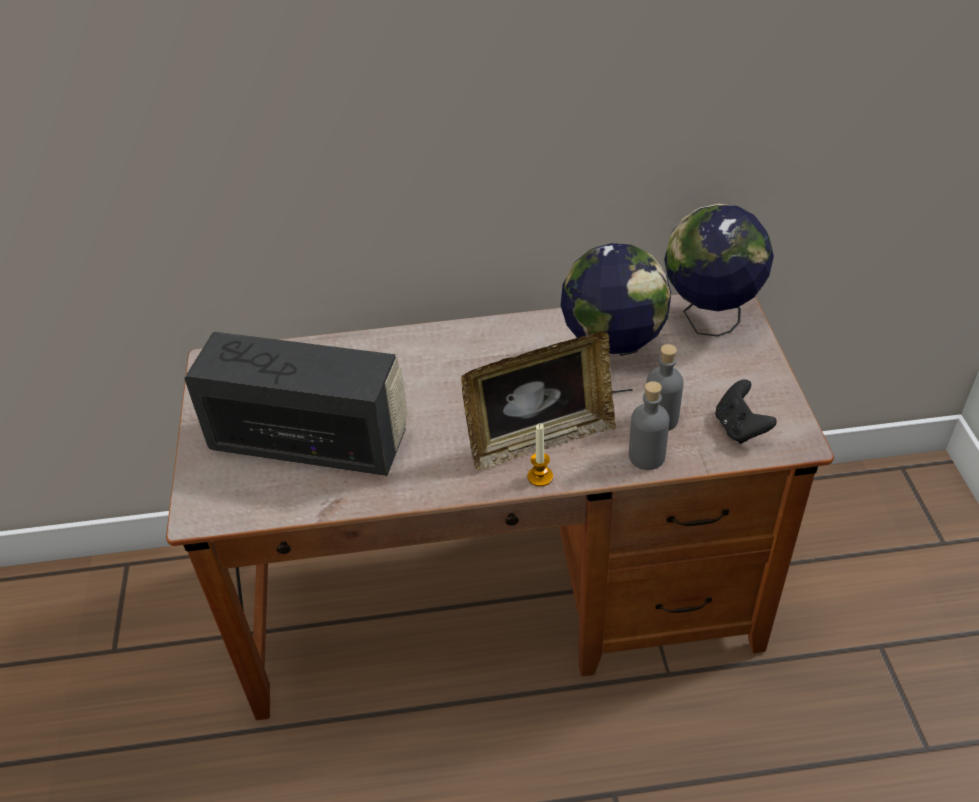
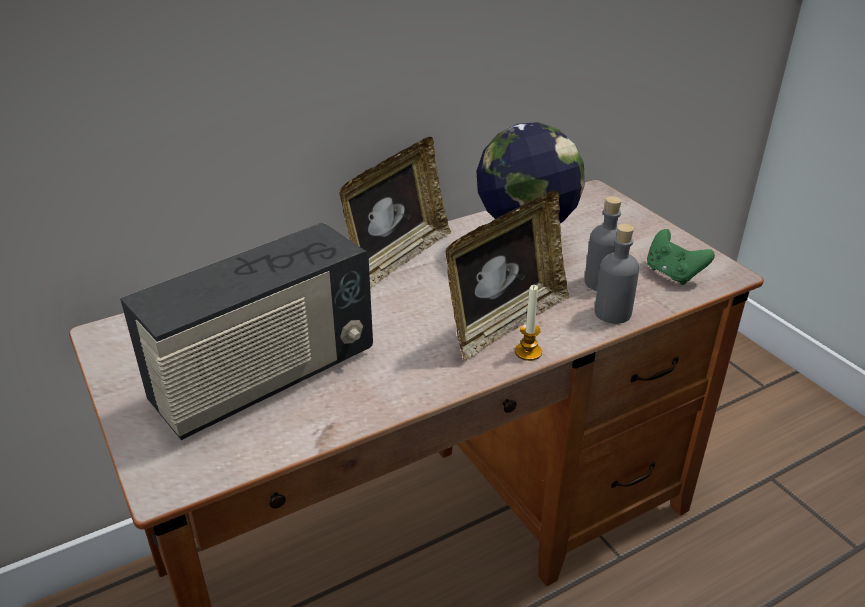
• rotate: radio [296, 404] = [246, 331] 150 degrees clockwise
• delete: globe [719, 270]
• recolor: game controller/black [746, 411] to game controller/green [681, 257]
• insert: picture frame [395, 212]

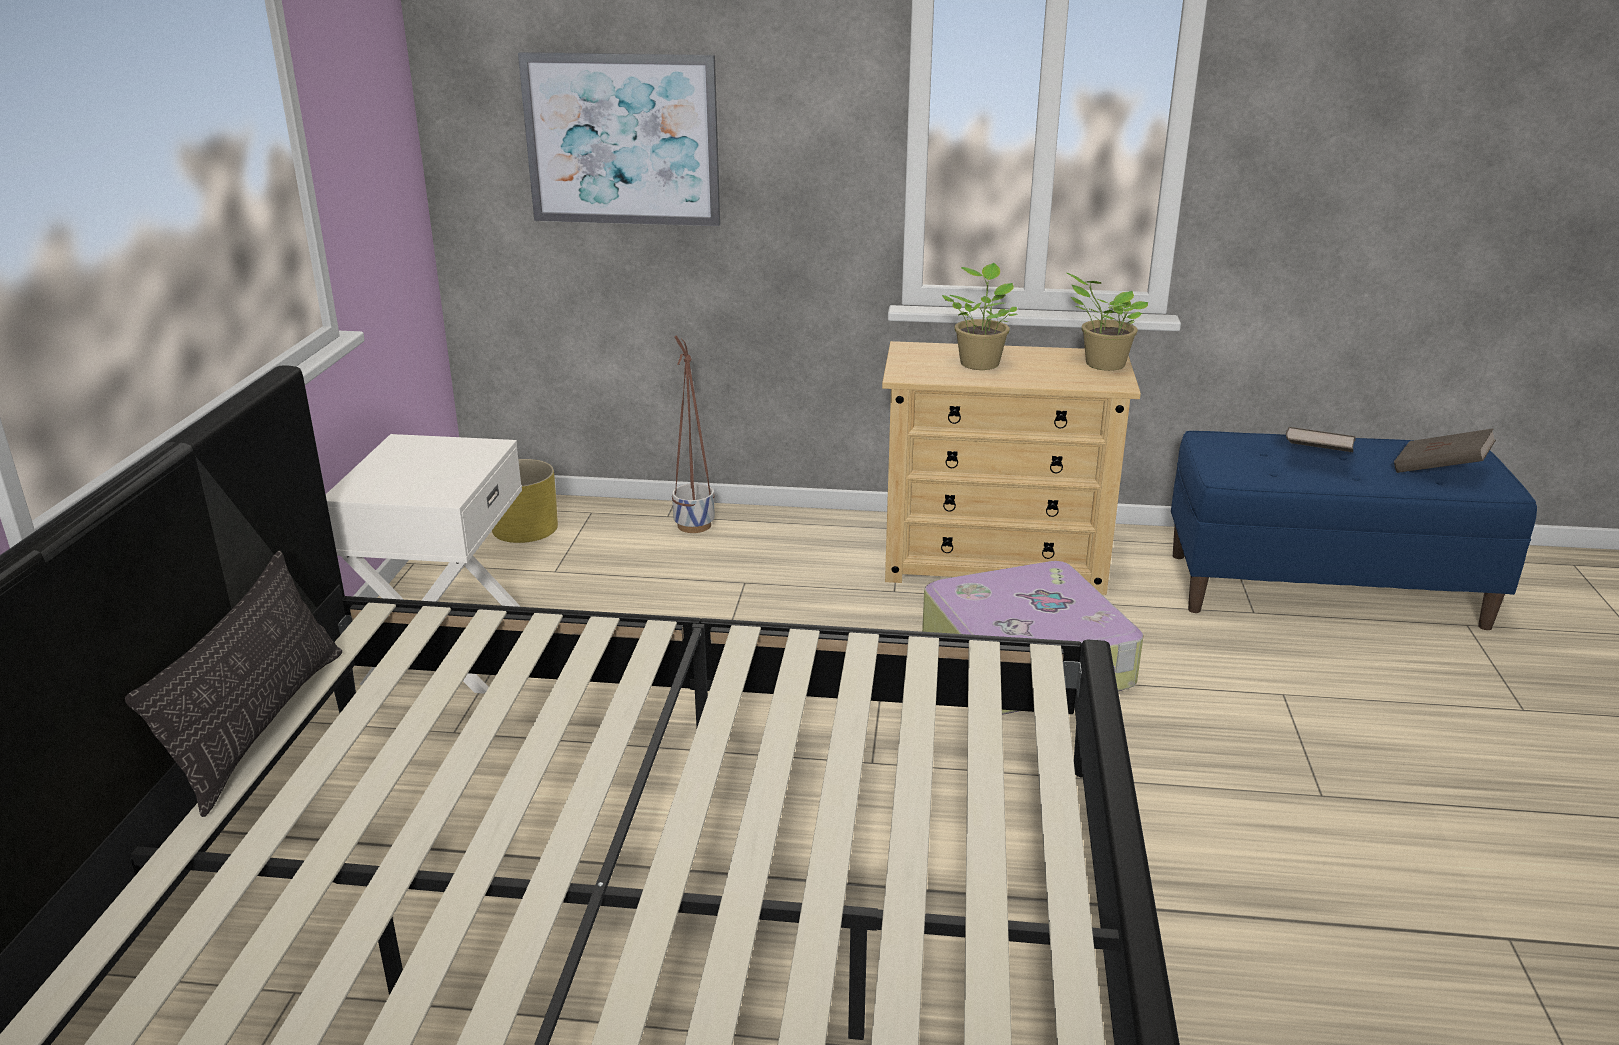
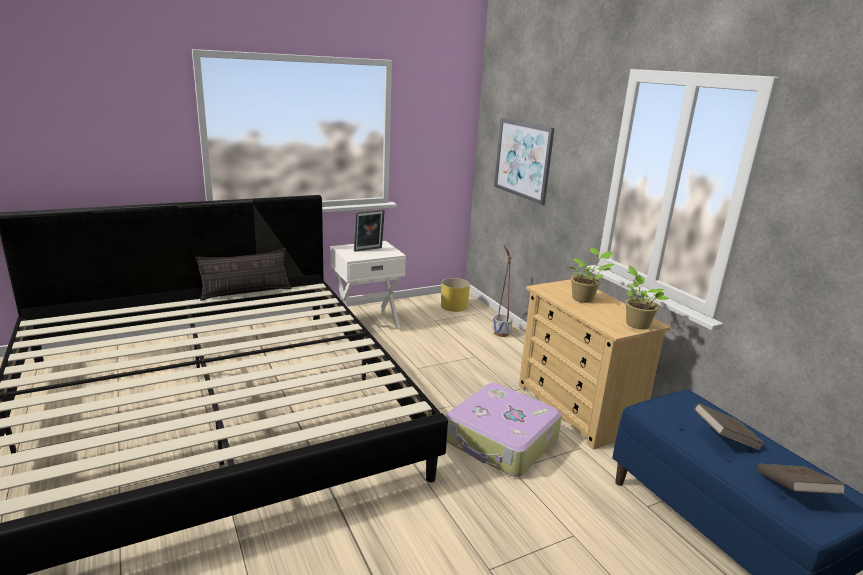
• insert: picture frame [369, 230]

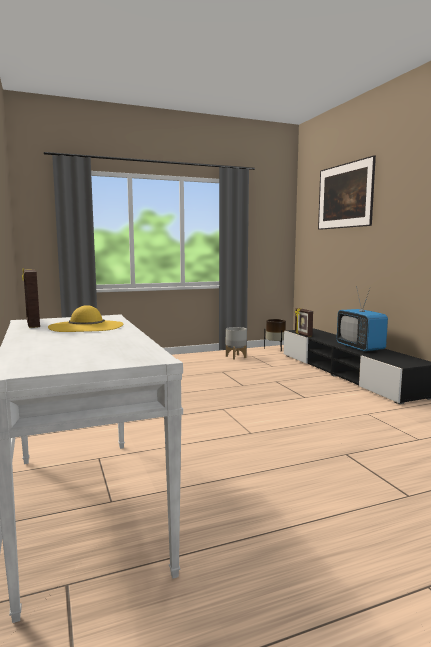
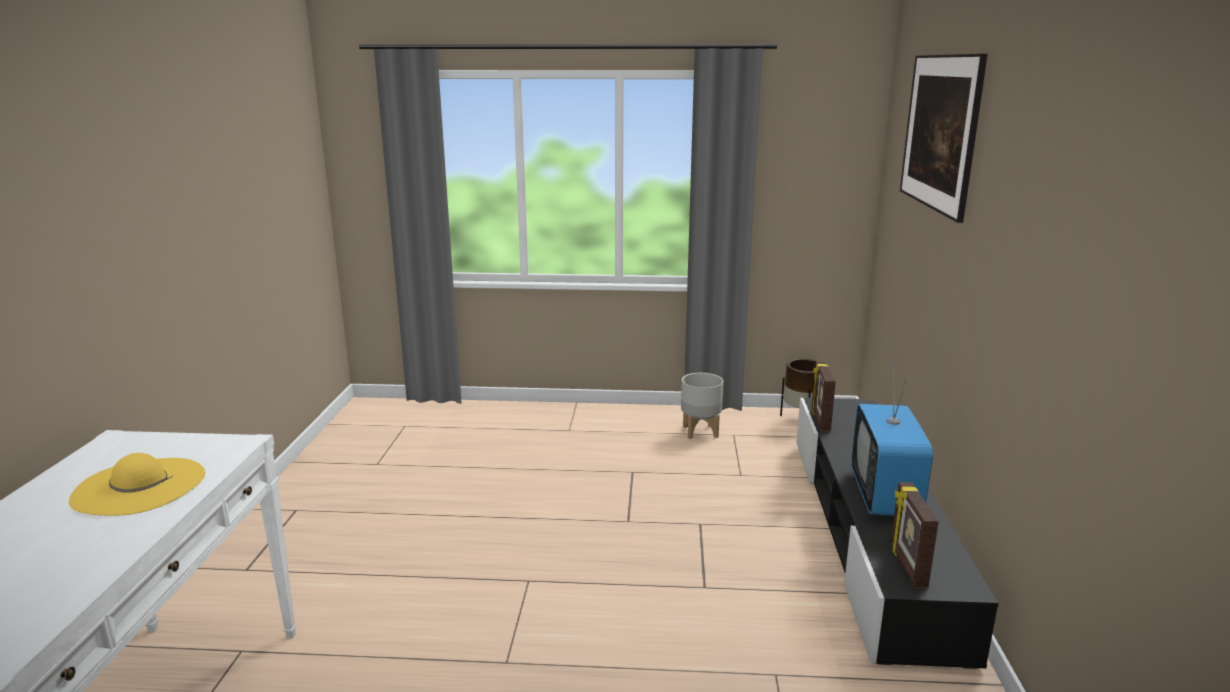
• move: picture frame [31, 298] to [914, 535]

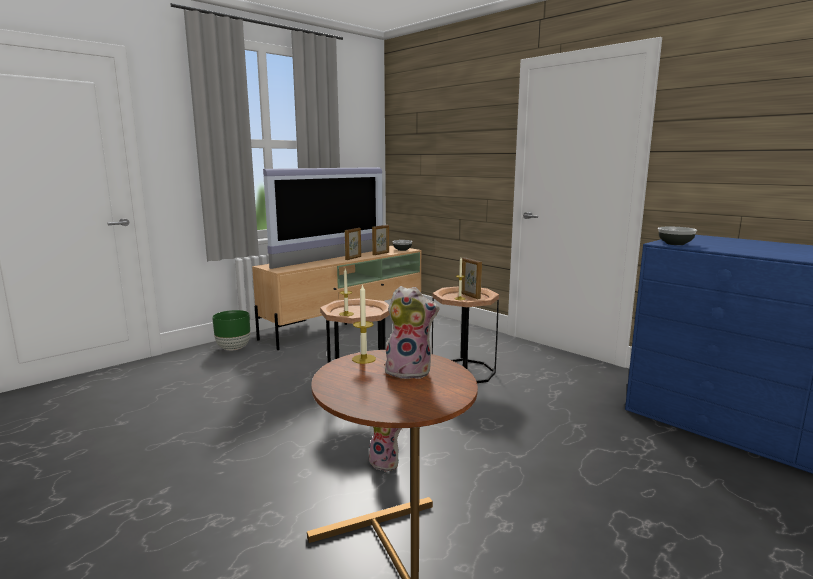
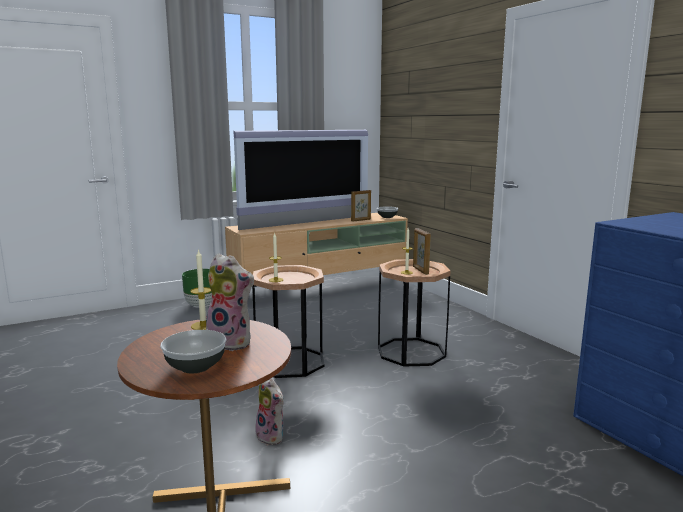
• delete: picture frame [353, 244]
• move: bowl [677, 236] to [193, 351]

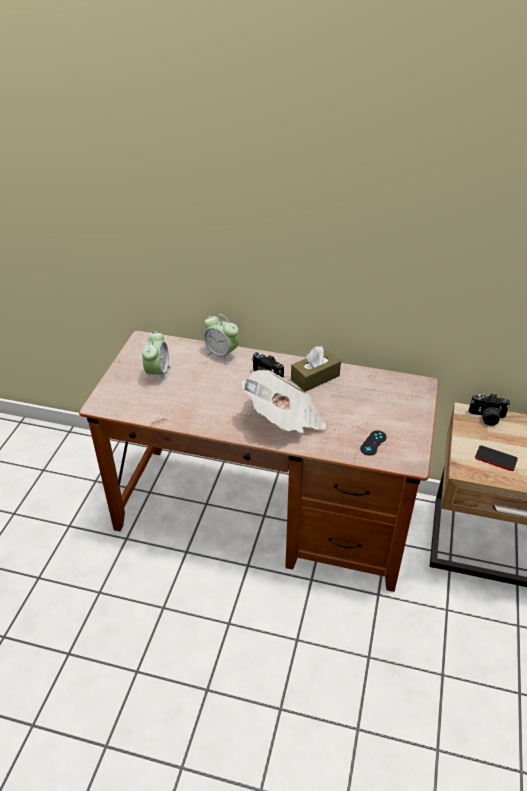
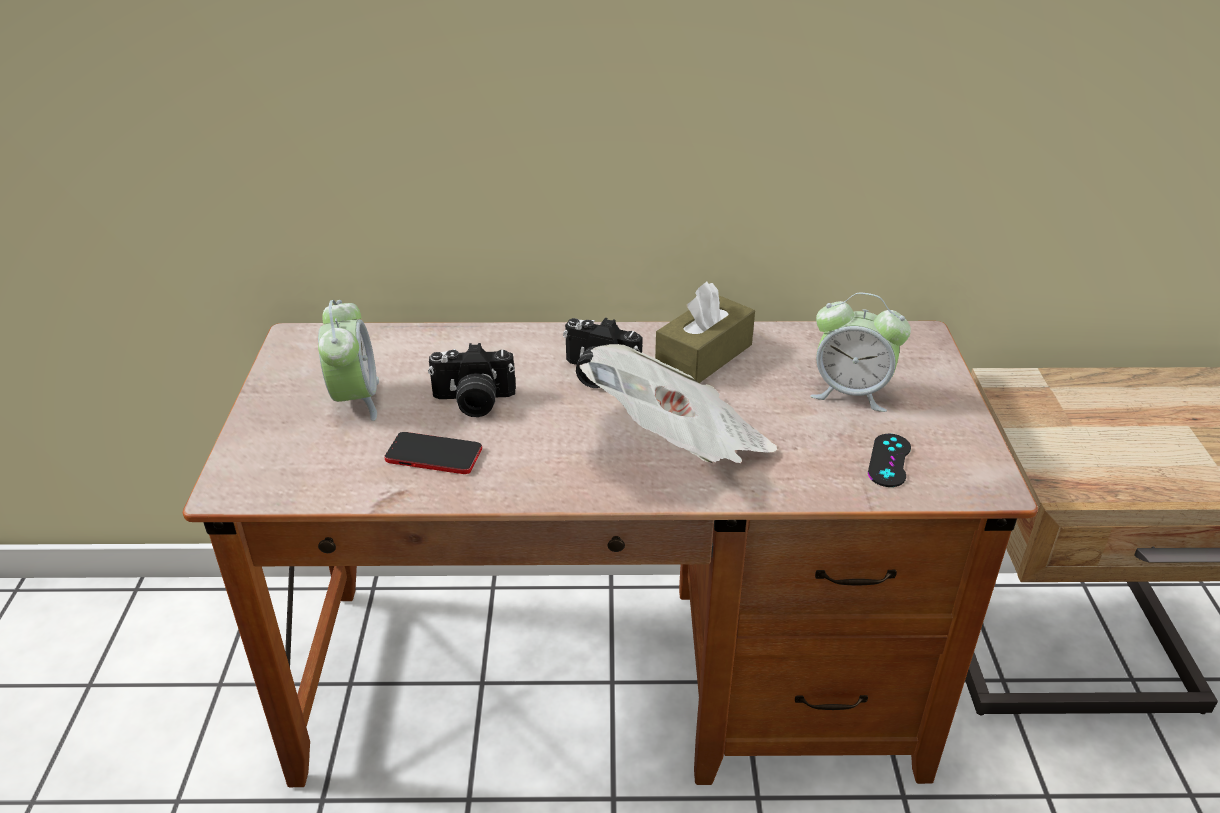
• move: alarm clock [221, 339] to [860, 352]
• move: photo camera [489, 409] to [472, 380]
• move: phone [496, 458] to [433, 453]

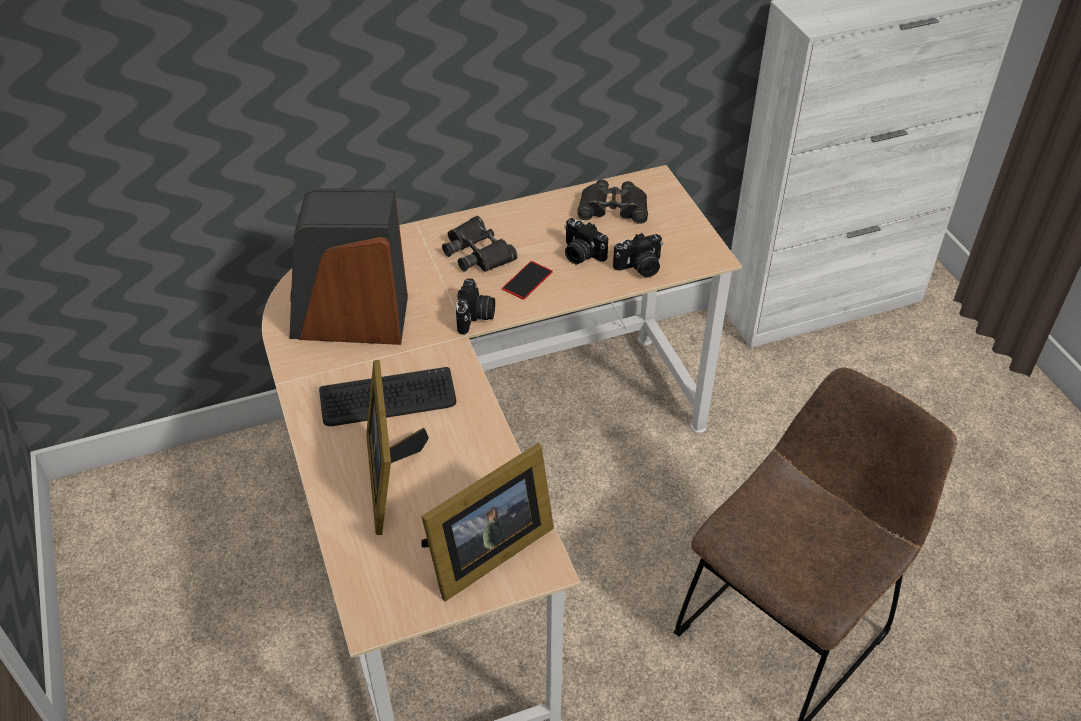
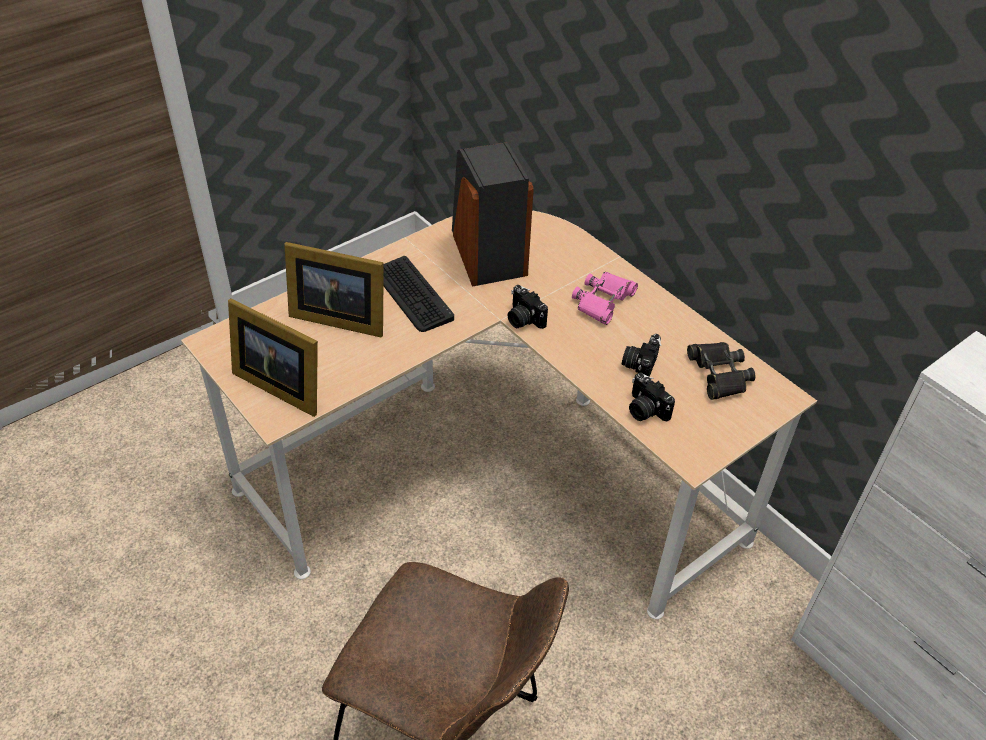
• rotate: picture frame [397, 447] = [334, 290] 135 degrees counterclockwise
• recolor: binoculars/black [479, 244] to binoculars/pink [605, 298]
• rotate: photo camera [475, 306] = [528, 307] 60 degrees clockwise
• delete: phone [527, 280]

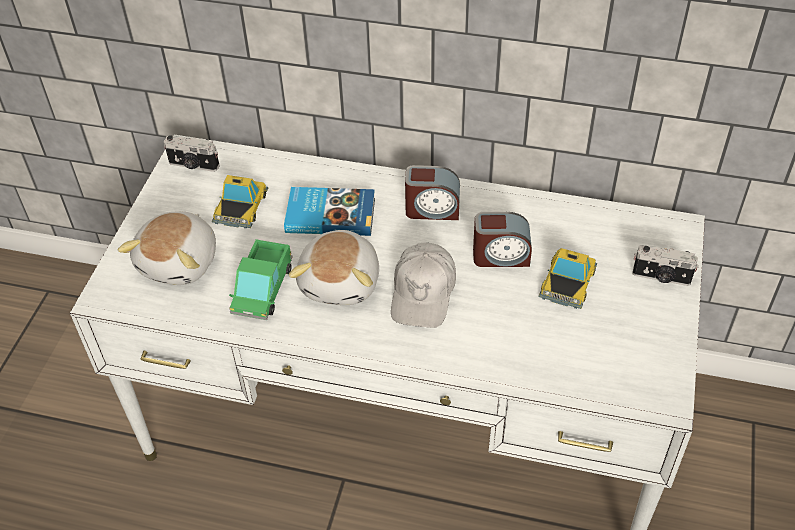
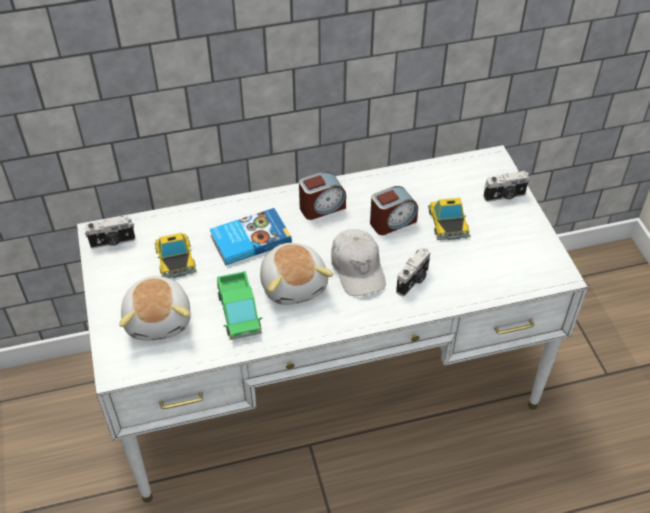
• insert: photo camera [413, 272]

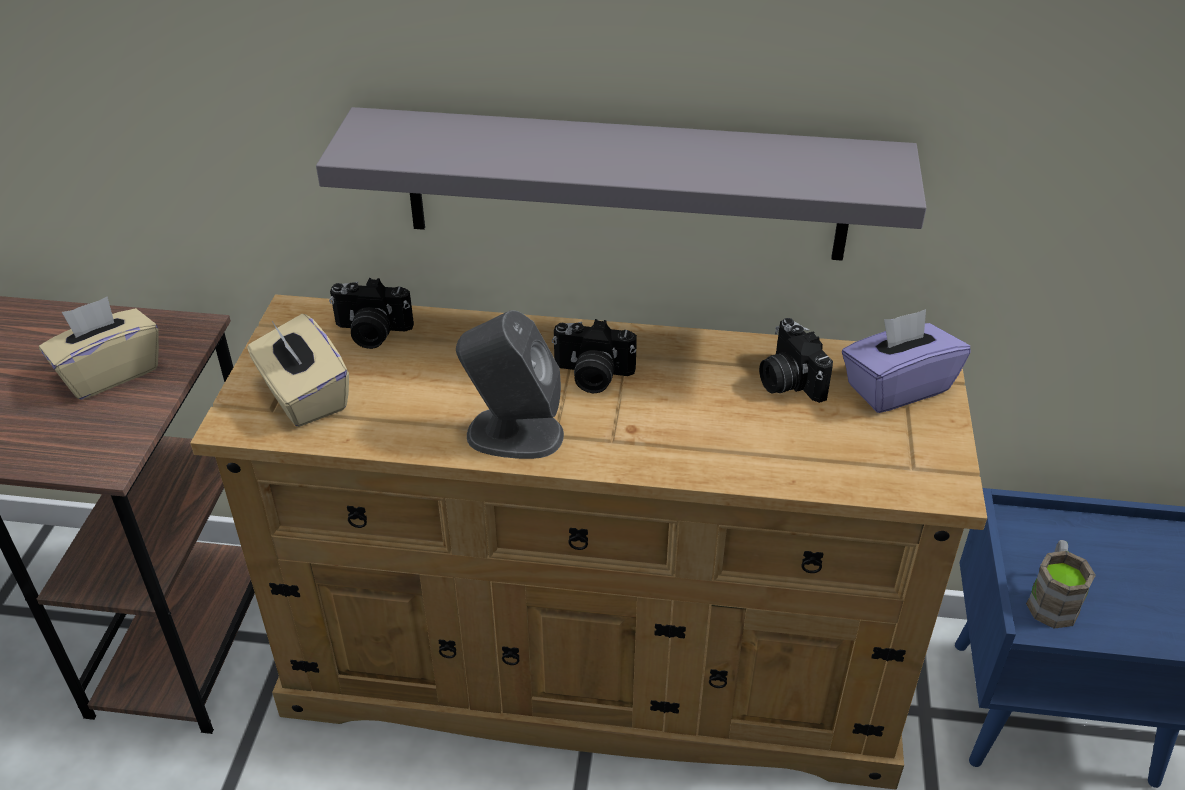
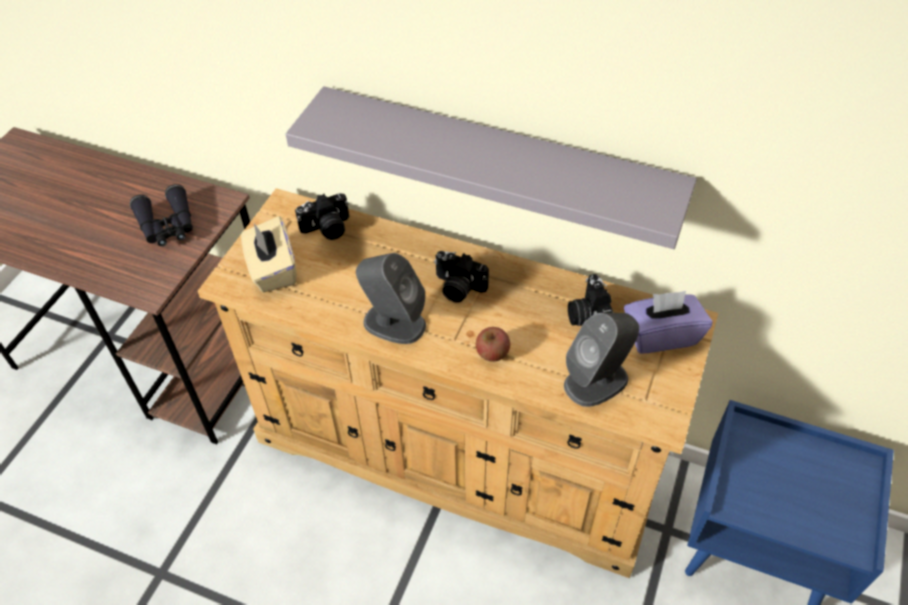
• replace: tissue box/beige [99, 348] to binoculars/black [161, 215]
• rotate: photo camera [371, 313] = [322, 216] 45 degrees counterclockwise
• delete: mug/brown [1061, 584]
• insert: apple [493, 344]
• insert: speaker/grey [601, 360]

